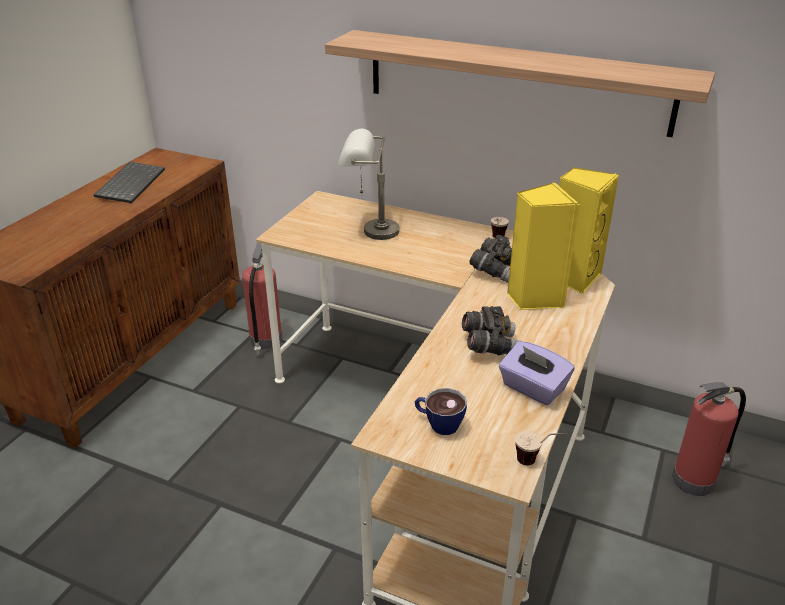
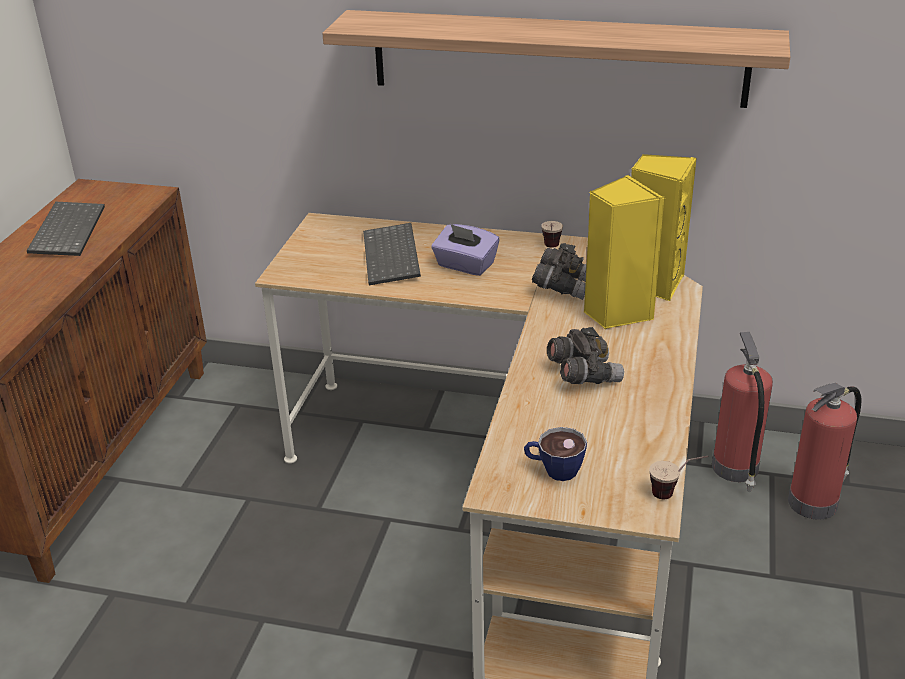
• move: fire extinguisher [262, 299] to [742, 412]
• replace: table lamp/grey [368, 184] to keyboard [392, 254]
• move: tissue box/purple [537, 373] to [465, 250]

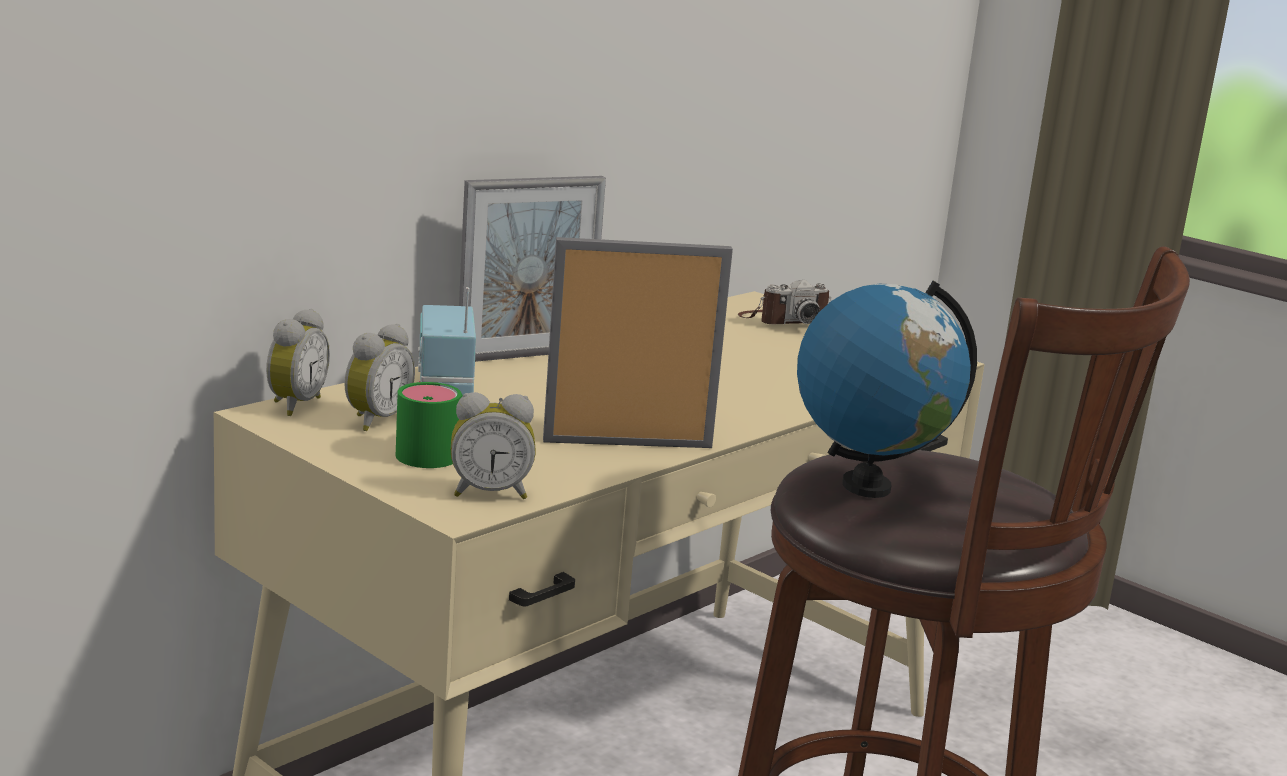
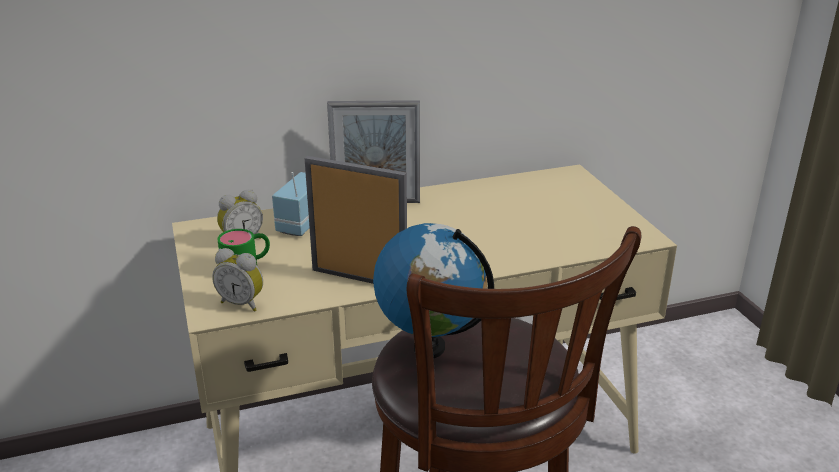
• delete: alarm clock [298, 362]
• delete: photo camera [784, 302]

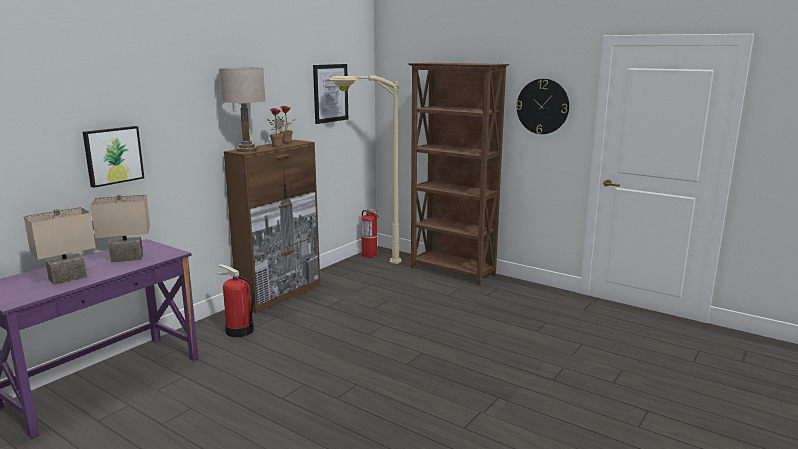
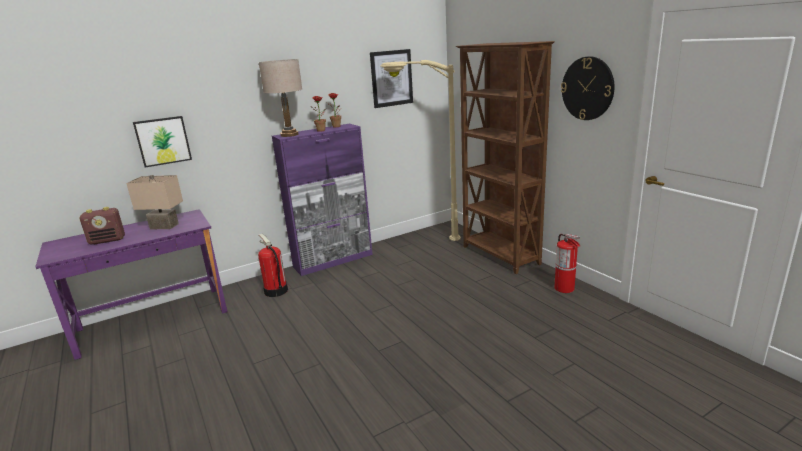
• replace: table lamp/beige [60, 246] to radio [102, 226]
• recolor: cabinet/brown [272, 226] to cabinet/purple [322, 200]
• move: fire extinguisher [370, 233] to [567, 263]

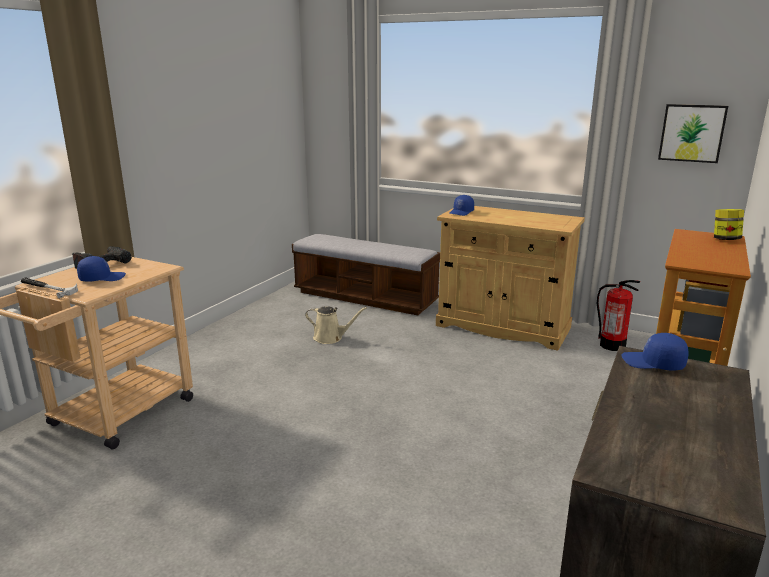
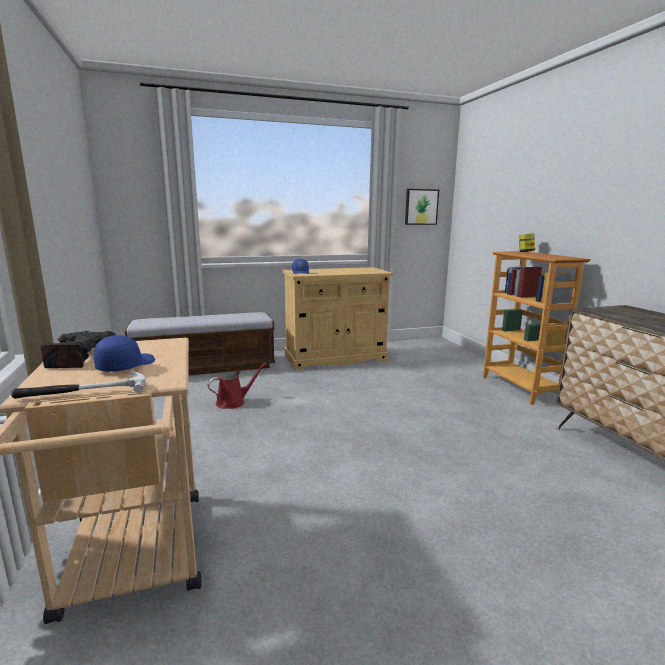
• recolor: watering can/beige [336, 325] to watering can/red [237, 386]
• delete: fire extinguisher [618, 315]
• delete: cap/blue [655, 352]

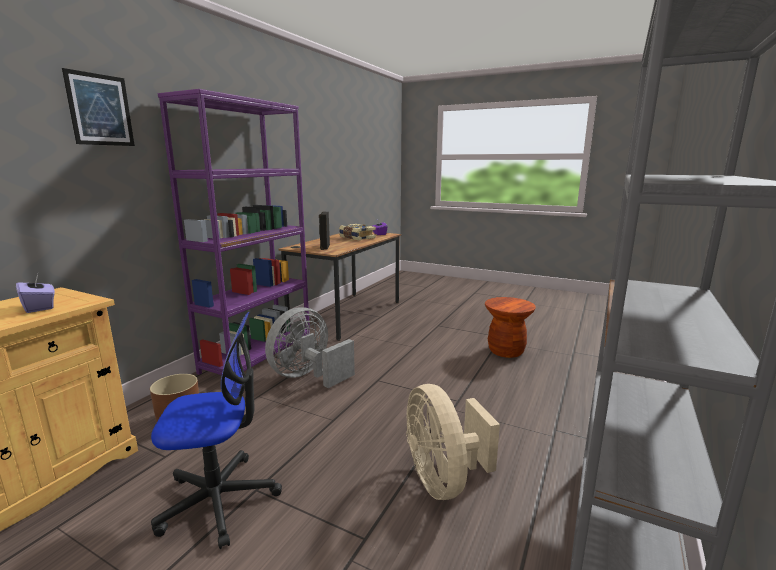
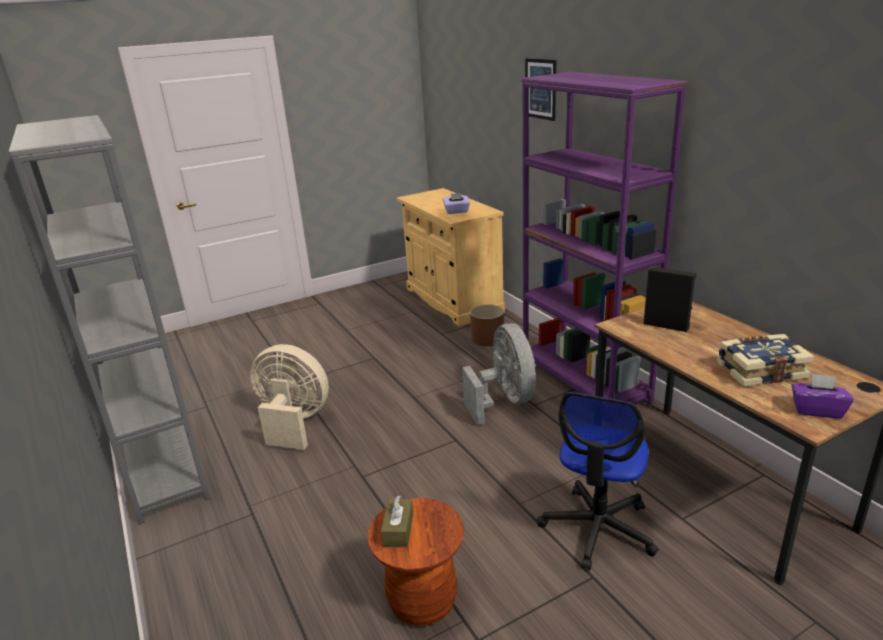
• move: office chair [216, 430] to [597, 481]
• insert: tissue box/brown [397, 521]

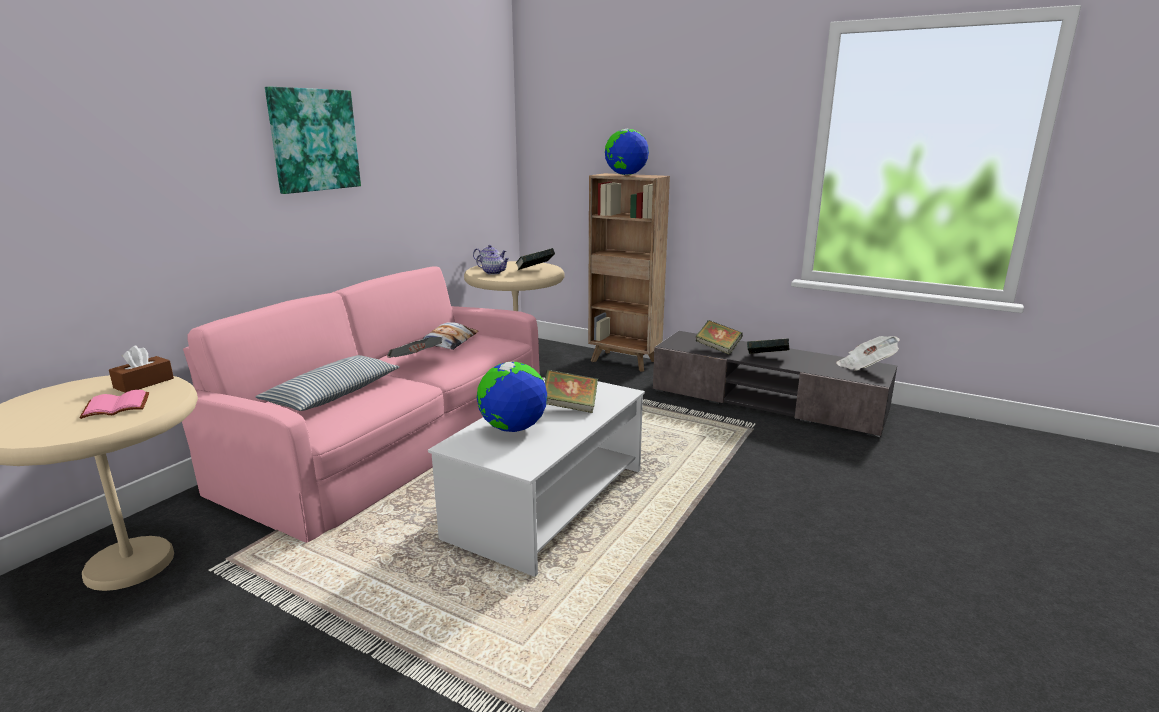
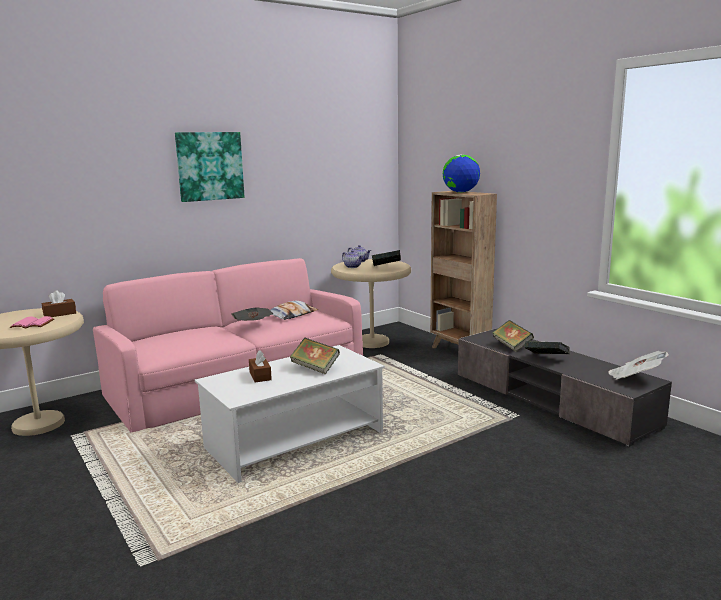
• delete: pillow [328, 383]
• replace: globe [512, 397] to tissue box/brown [260, 367]

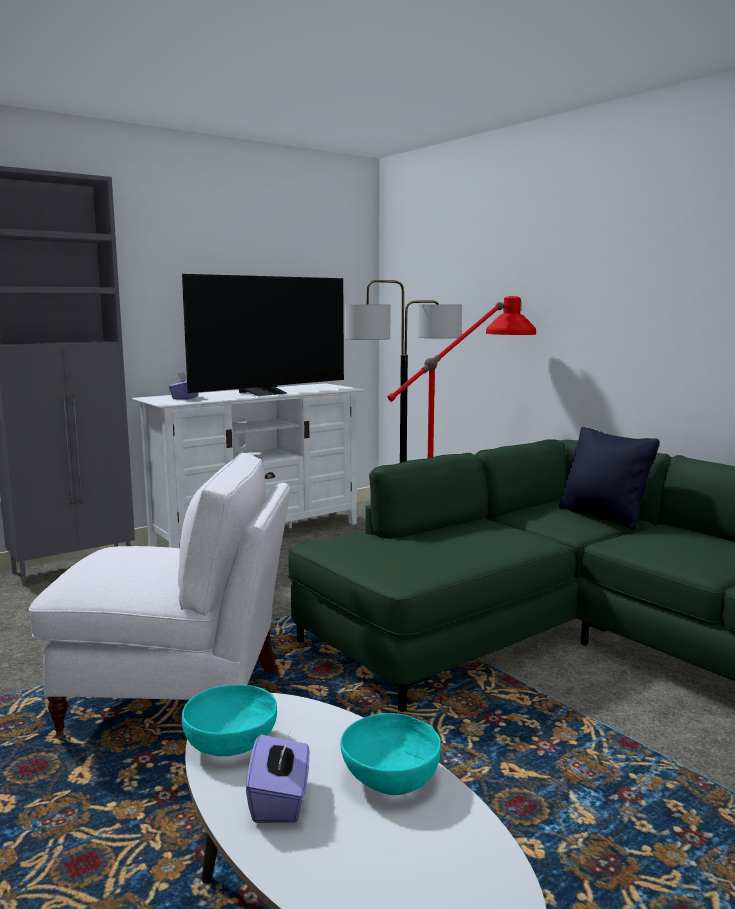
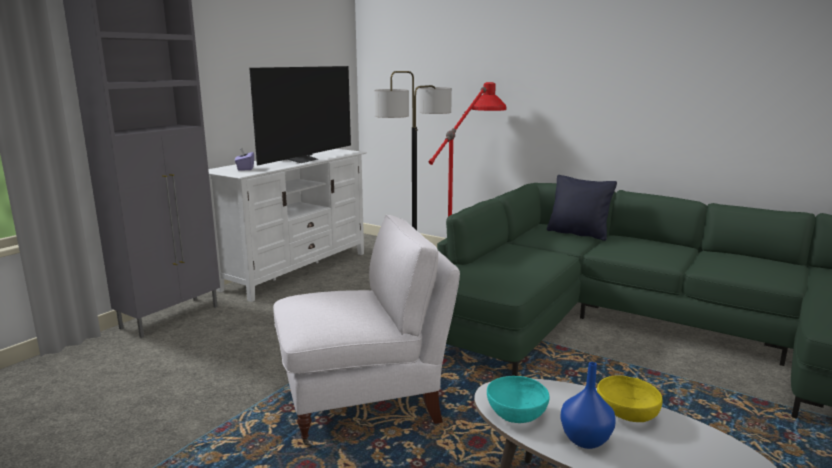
• replace: tissue box/purple [278, 778] to vase/blue [588, 405]
• recolor: bowl/turquoise [390, 754] to bowl/yellow [630, 398]

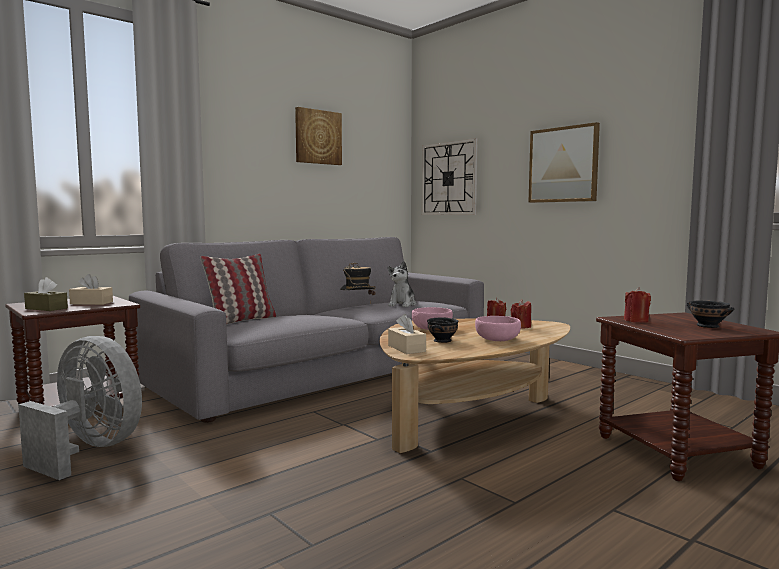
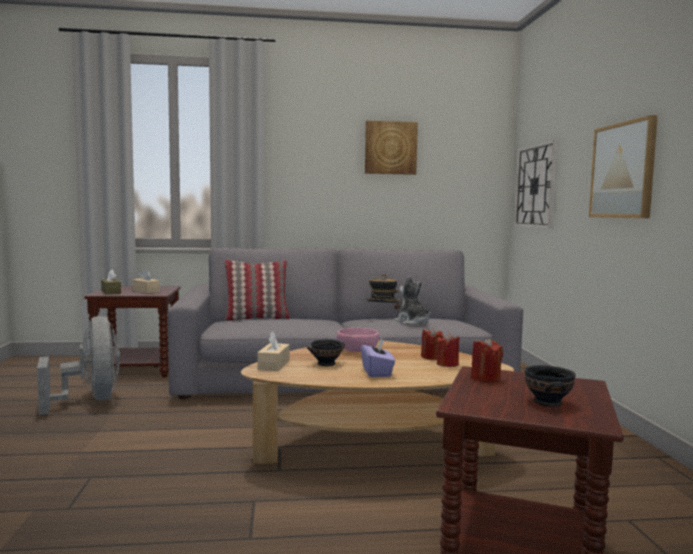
• rotate: plush toy [402, 284] = [413, 300] 90 degrees clockwise
• replace: bowl/pink [498, 328] to tissue box/purple [378, 358]

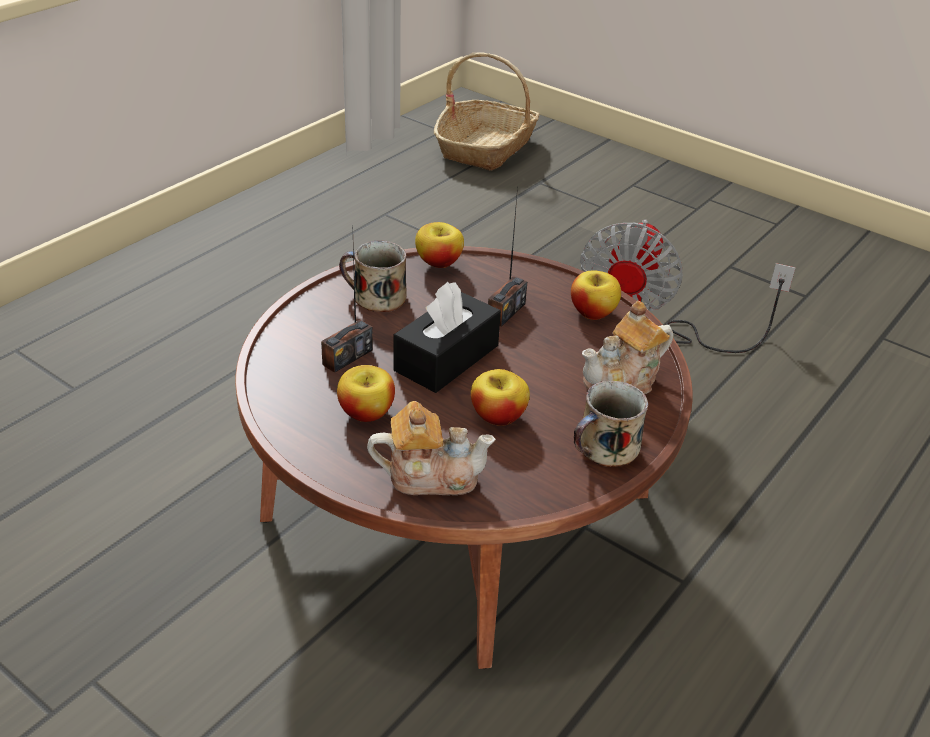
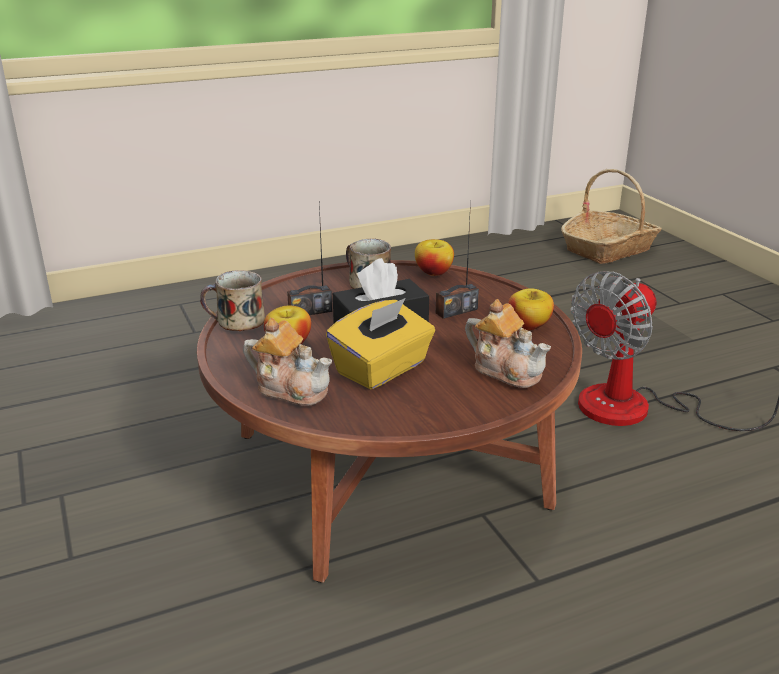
• replace: apple [500, 397] to tissue box/yellow [380, 344]
• move: mug [611, 424] to [232, 300]
• rotate: teapot [627, 347] = [508, 343] 135 degrees counterclockwise

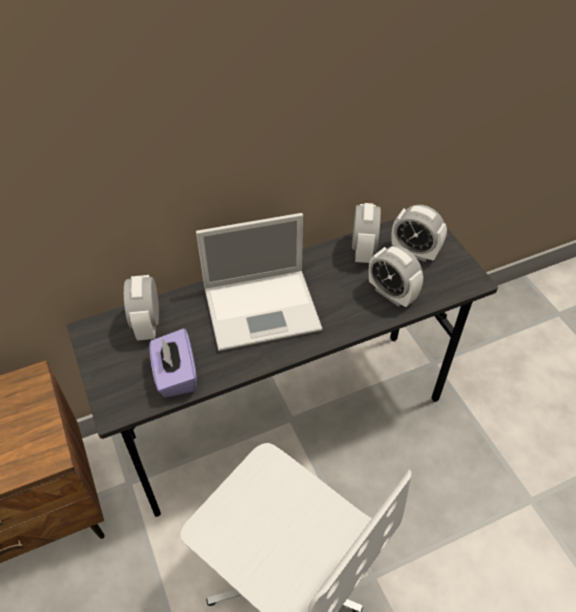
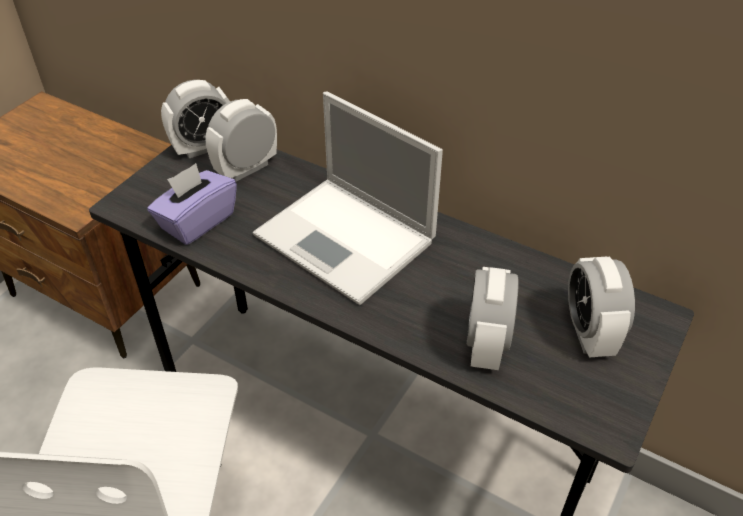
• move: alarm clock [366, 233] to [195, 119]

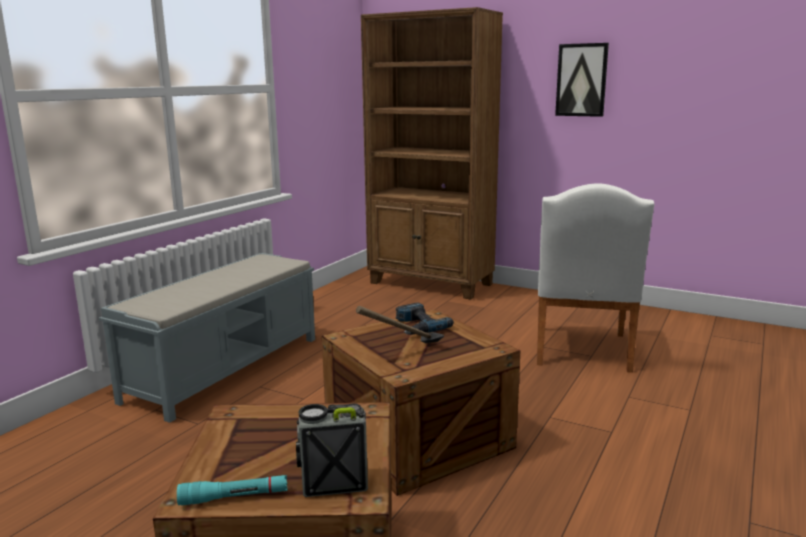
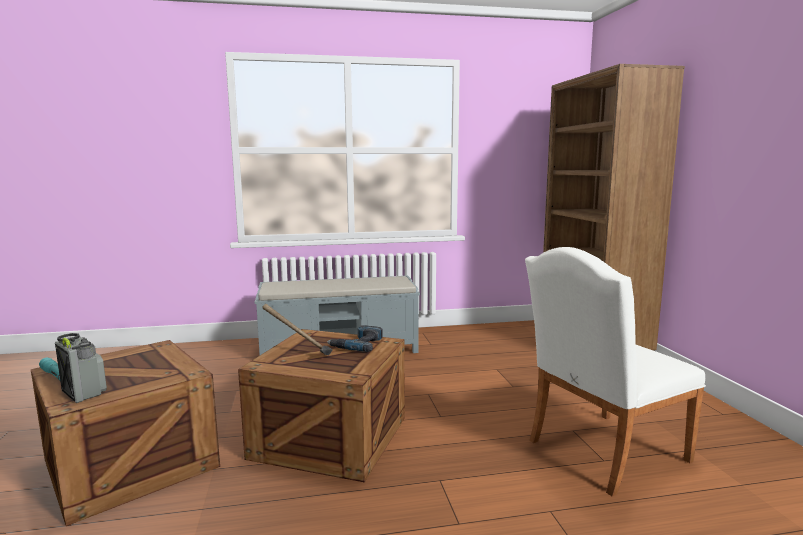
• delete: picture [582, 80]

